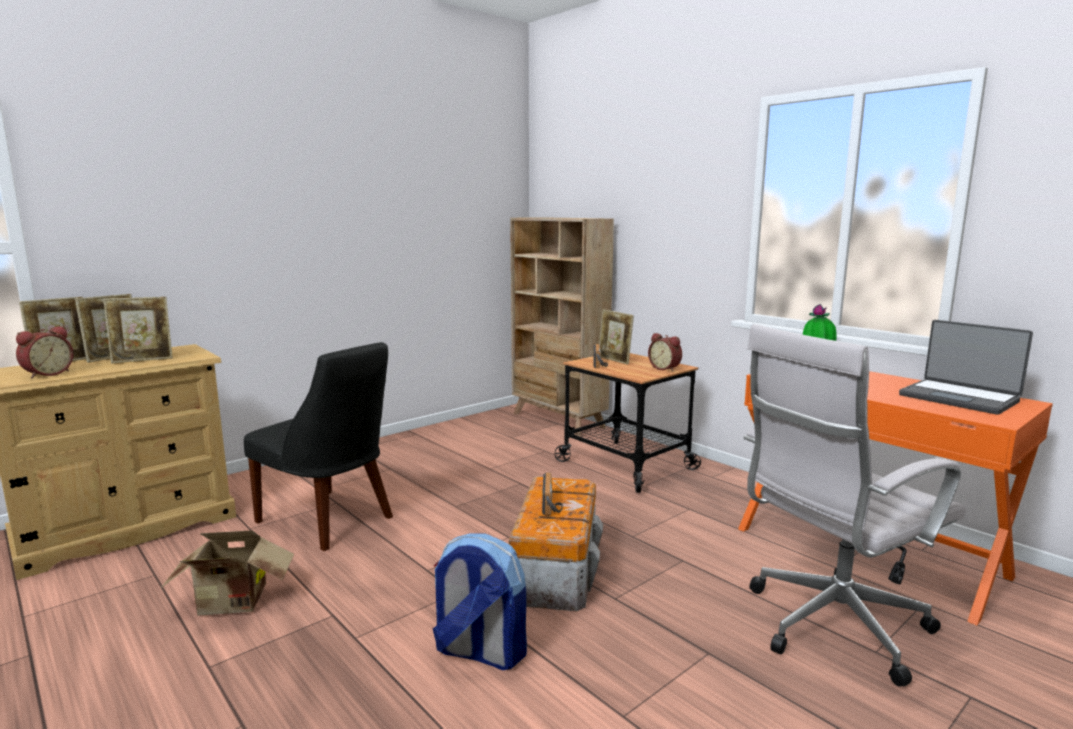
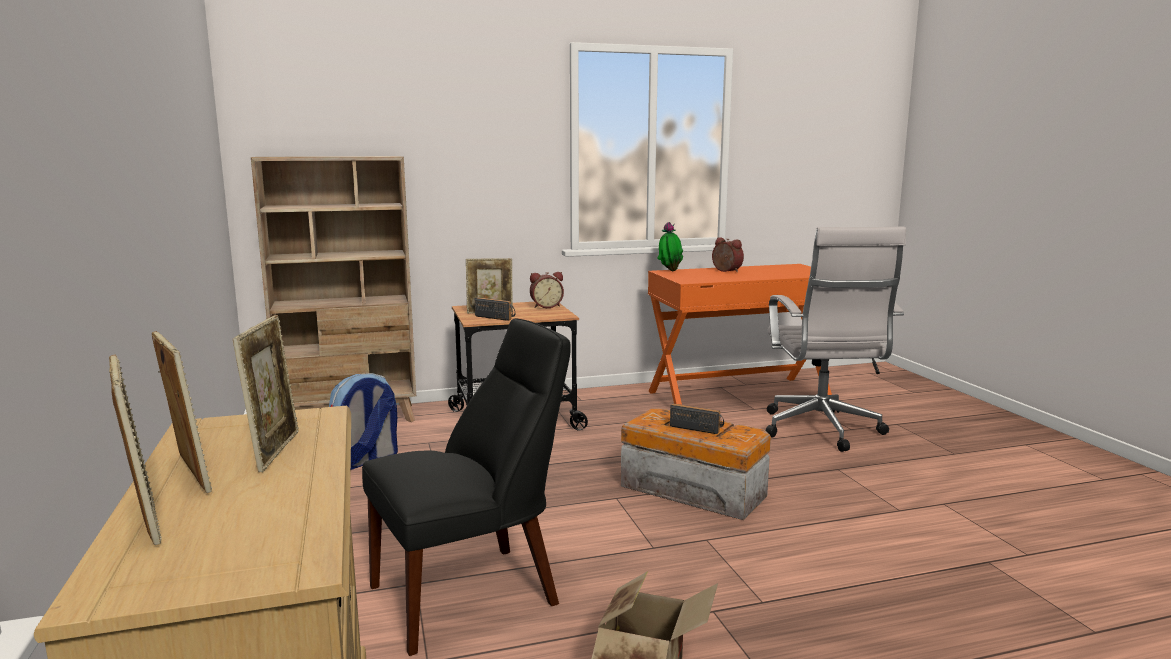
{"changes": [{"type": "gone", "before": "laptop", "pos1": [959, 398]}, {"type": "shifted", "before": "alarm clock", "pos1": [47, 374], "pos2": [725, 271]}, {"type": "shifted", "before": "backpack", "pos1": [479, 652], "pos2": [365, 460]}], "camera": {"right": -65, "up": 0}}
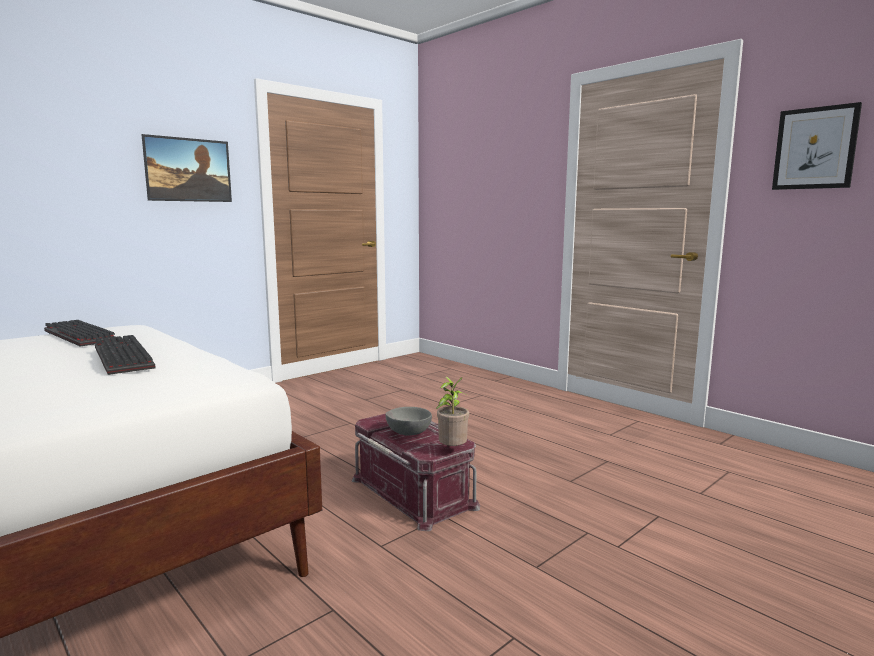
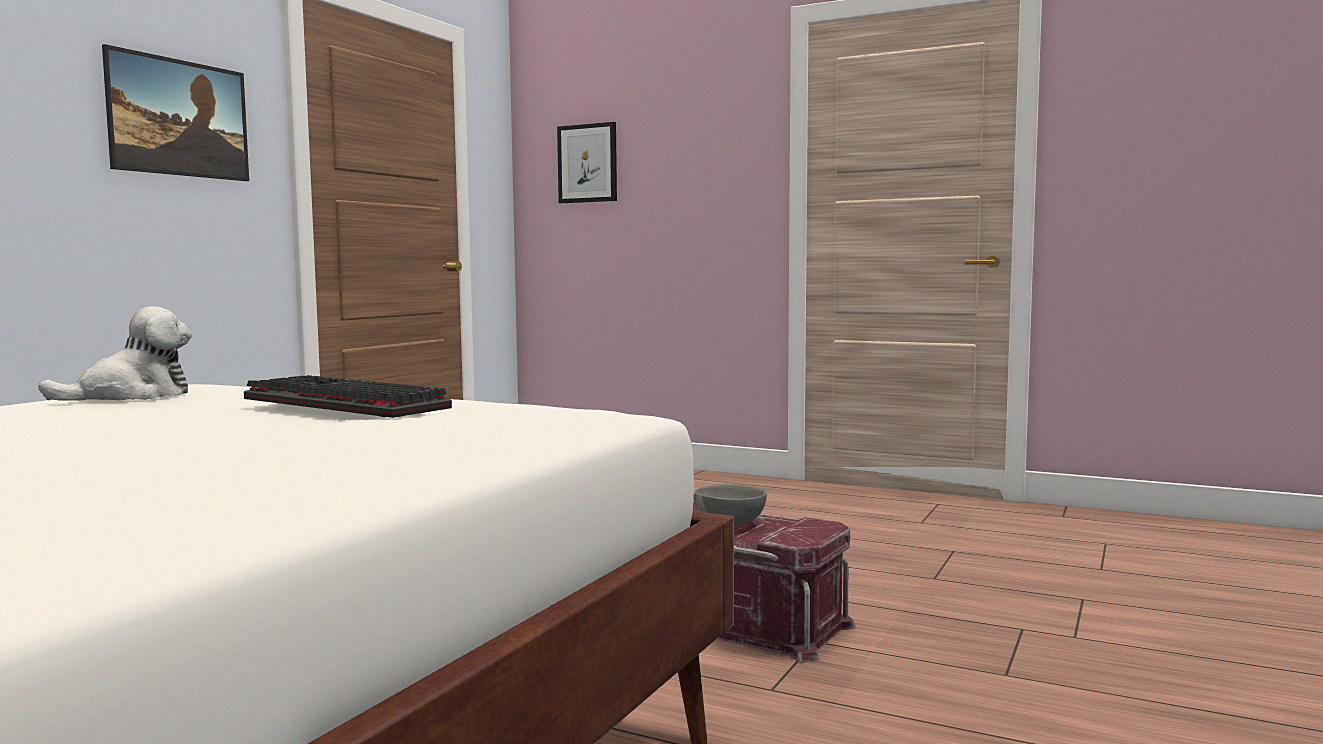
{"changes": [{"type": "shifted", "before": "picture", "pos1": [815, 148], "pos2": [587, 163]}, {"type": "swapped", "before": "keyboard", "after": "plush toy", "pos1": [76, 336], "pos2": [131, 396]}, {"type": "gone", "before": "potted plant", "pos1": [452, 450]}], "camera": {"right": -20, "up": -5}}
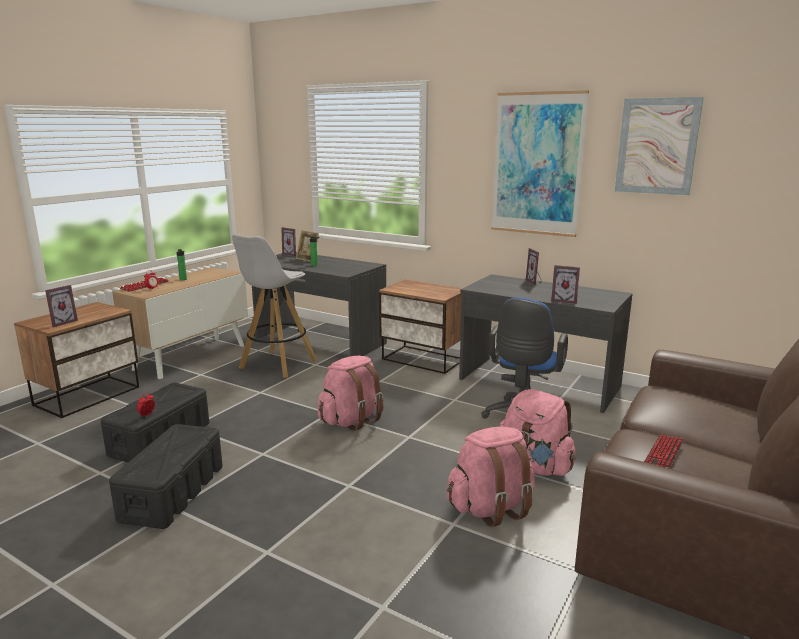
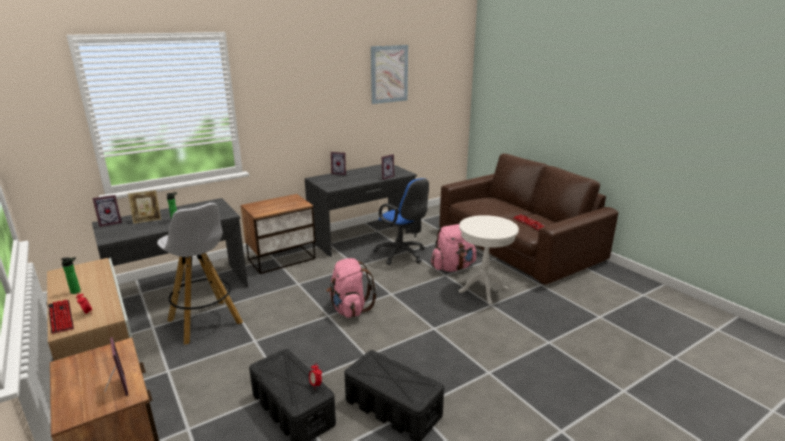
{"changes": [{"type": "gone", "before": "picture", "pos1": [537, 164]}, {"type": "swapped", "before": "pink backpack", "after": "white side table", "pos1": [491, 508], "pos2": [483, 290]}], "camera": {"right": -65, "up": 5}}
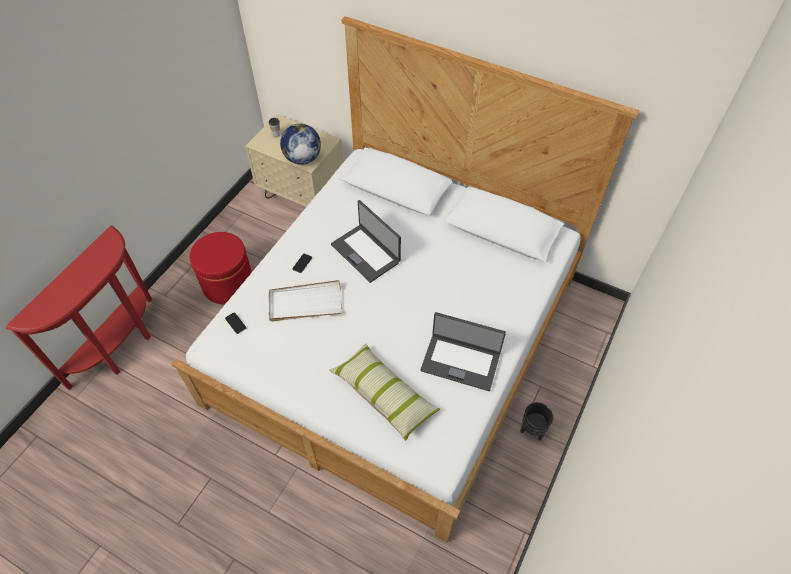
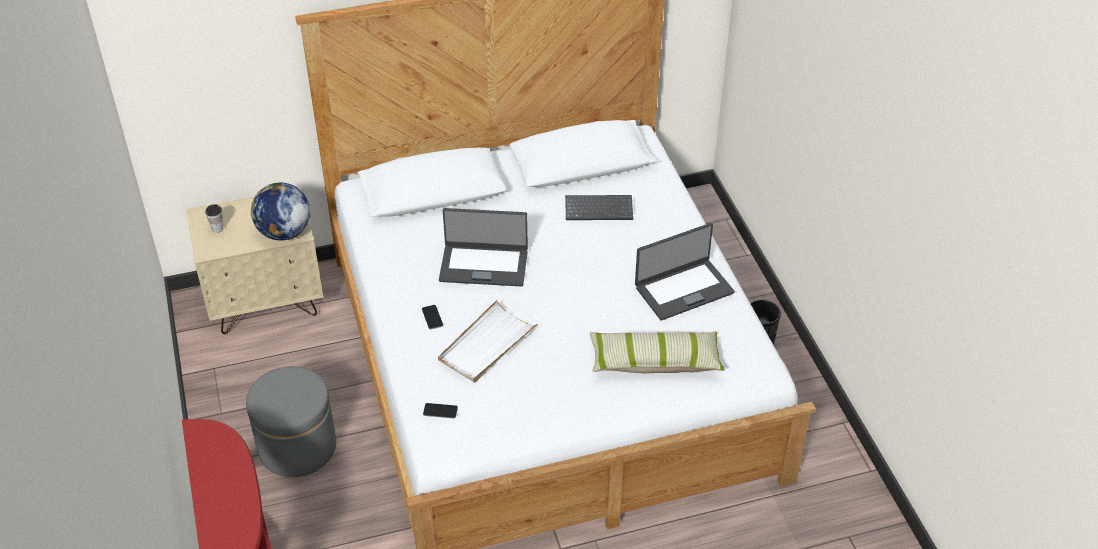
{"changes": [{"type": "repainted", "before": "red ottoman", "after": "grey ottoman", "pos1": [228, 284], "pos2": [297, 447]}, {"type": "new", "after": "keyboard", "pos2": [599, 208]}], "camera": {"right": -45, "up": -10}}
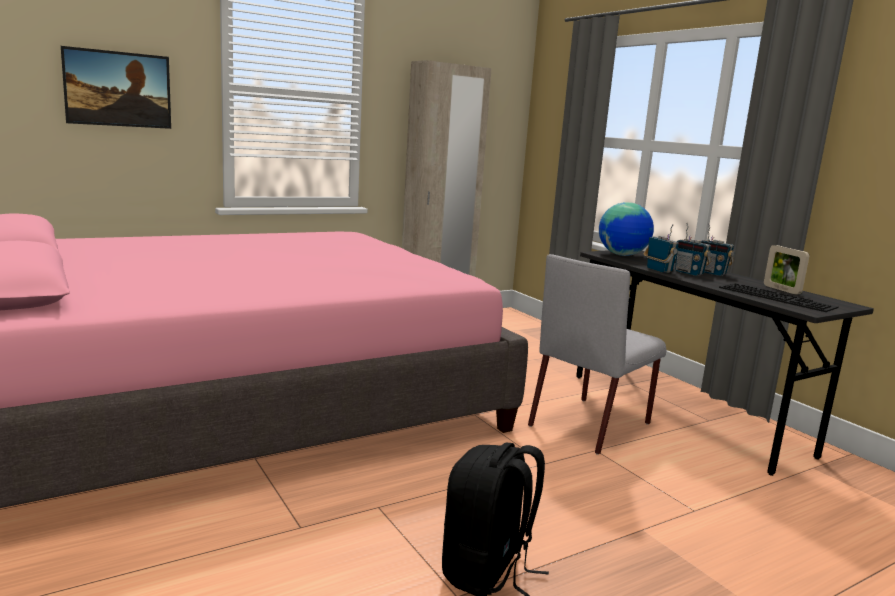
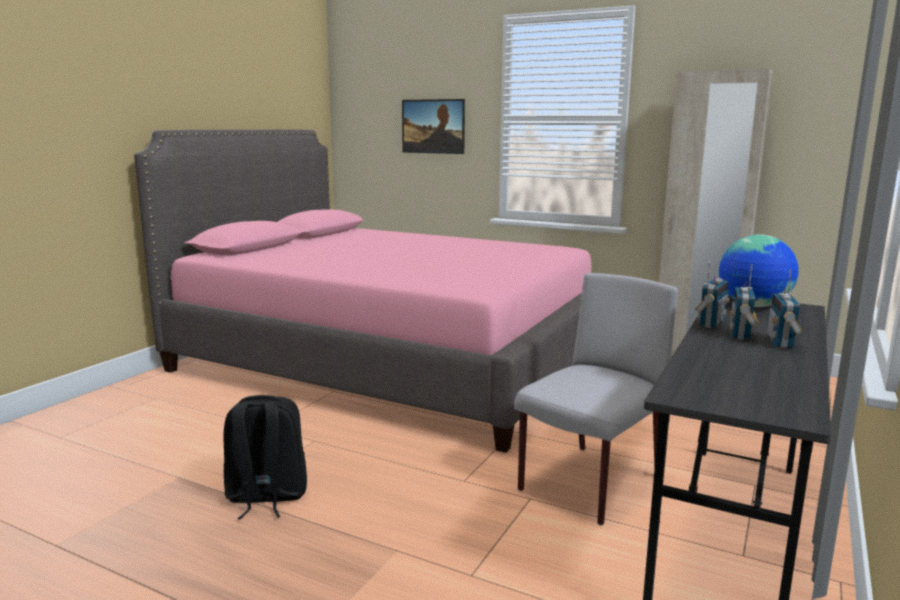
{"changes": [{"type": "gone", "before": "picture frame", "pos1": [781, 290]}, {"type": "rotated", "before": "grey chair", "pos1": [591, 424], "pos2": [589, 484], "turn": 120}, {"type": "gone", "before": "keyboard", "pos1": [778, 297]}], "camera": {"right": 60, "up": 0}}
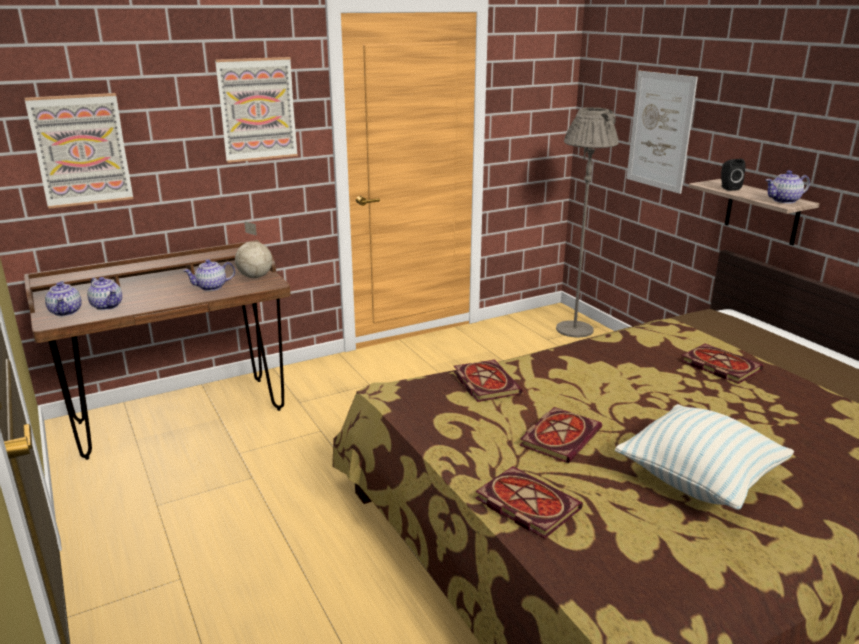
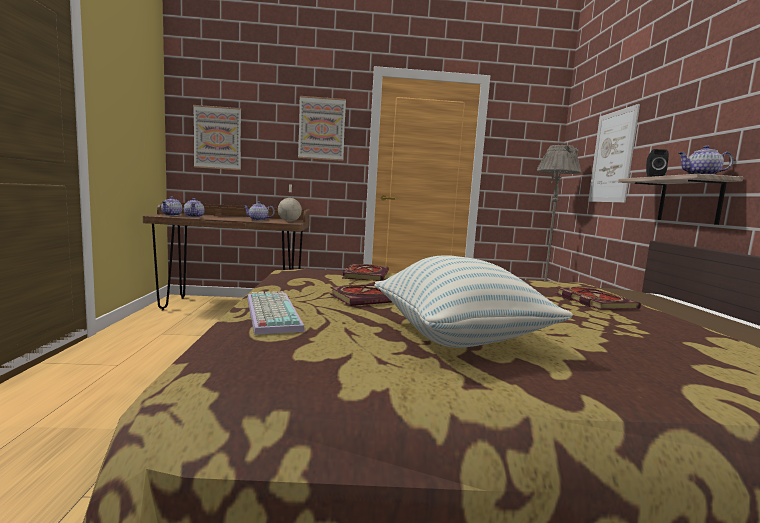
{"changes": [{"type": "swapped", "before": "book", "after": "keyboard", "pos1": [524, 504], "pos2": [270, 313]}], "camera": {"right": 25, "up": -15}}
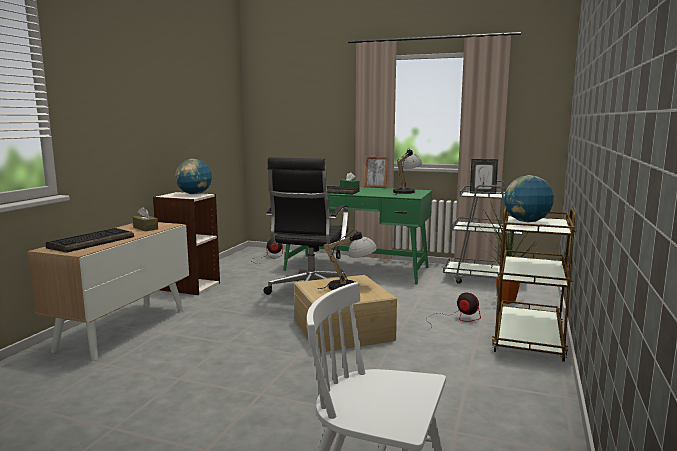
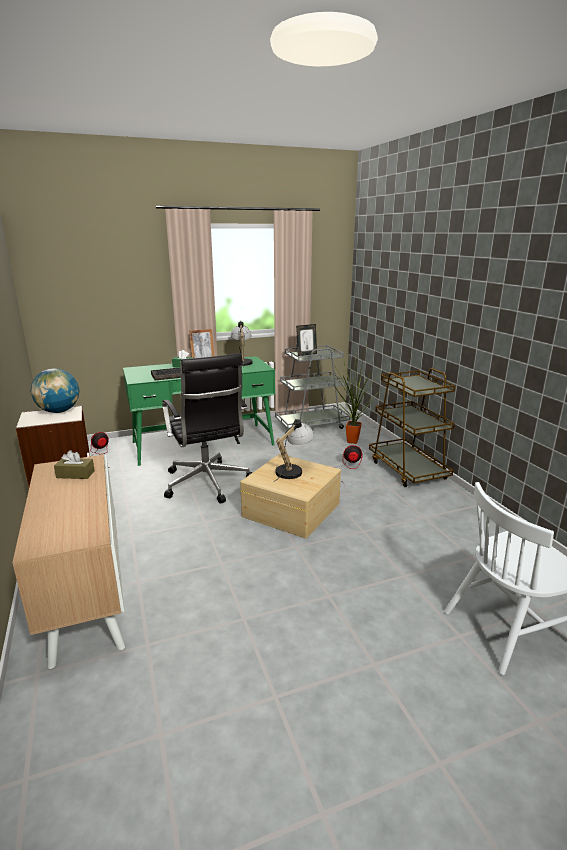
{"changes": [{"type": "gone", "before": "globe", "pos1": [526, 222]}, {"type": "gone", "before": "keyboard", "pos1": [92, 242]}], "camera": {"right": -40, "up": 10}}
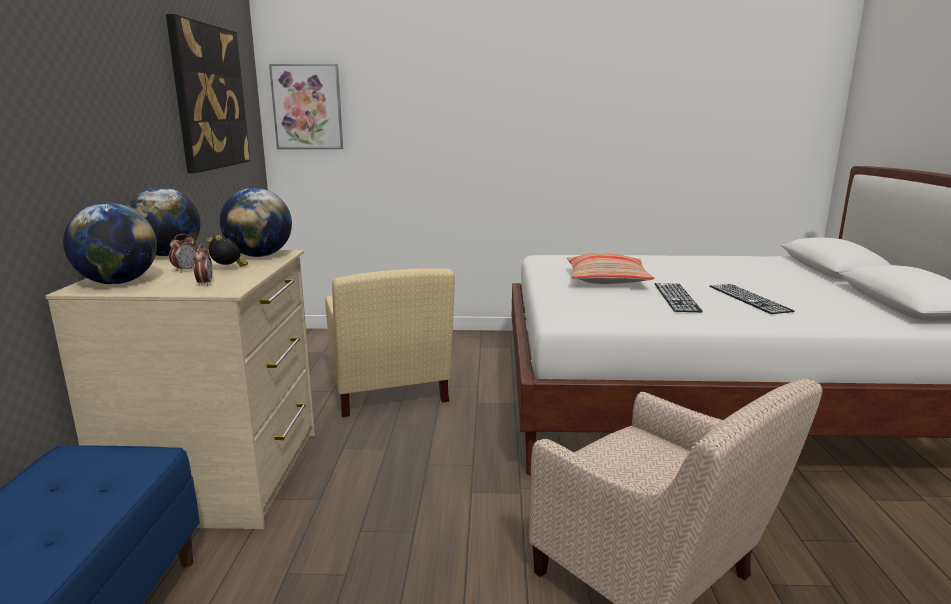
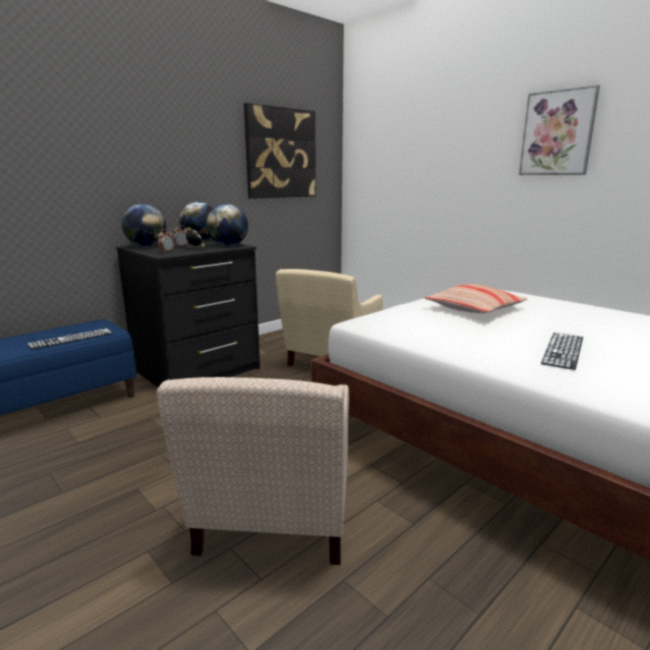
{"changes": [{"type": "shifted", "before": "picture", "pos1": [307, 107], "pos2": [557, 133]}, {"type": "repainted", "before": "beige dresser", "after": "black dresser", "pos1": [222, 475], "pos2": [197, 370]}, {"type": "shifted", "before": "keyboard", "pos1": [676, 297], "pos2": [71, 339]}], "camera": {"right": 45, "up": 0}}
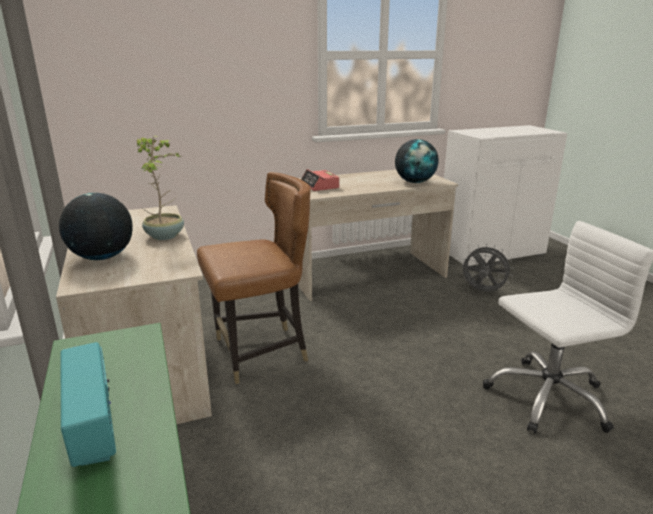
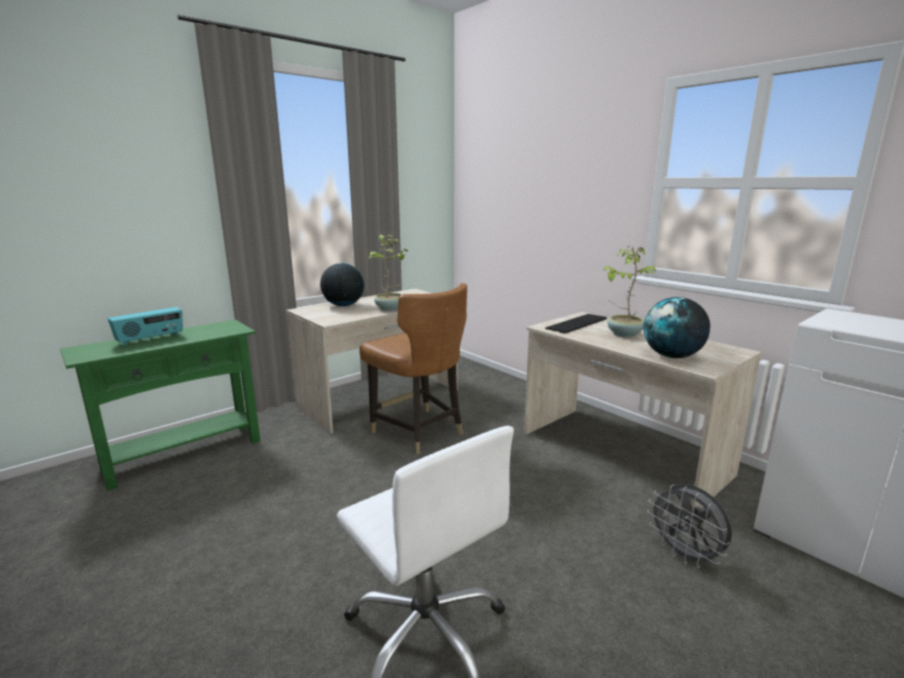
{"changes": [{"type": "swapped", "before": "alarm clock", "after": "keyboard", "pos1": [319, 186], "pos2": [577, 324]}, {"type": "rotated", "before": "grey fan", "pos1": [482, 292], "pos2": [685, 555], "turn": 135}, {"type": "new", "after": "potted plant", "pos2": [623, 334]}], "camera": {"right": 70, "up": -5}}
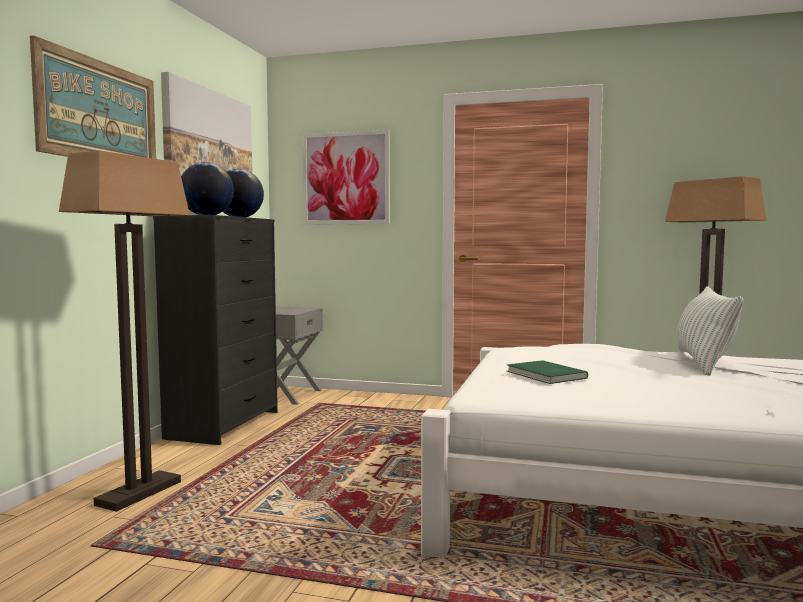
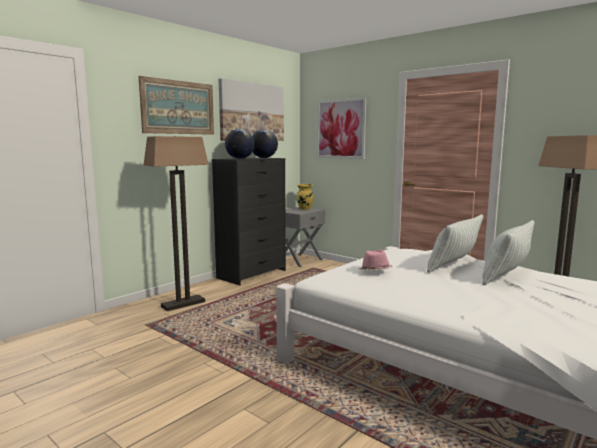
{"changes": [{"type": "swapped", "before": "green book", "after": "pink hat", "pos1": [545, 375], "pos2": [375, 271]}, {"type": "new", "after": "yellow vase", "pos2": [305, 209]}, {"type": "new", "after": "pillow", "pos2": [453, 264]}], "camera": {"right": 25, "up": 5}}
